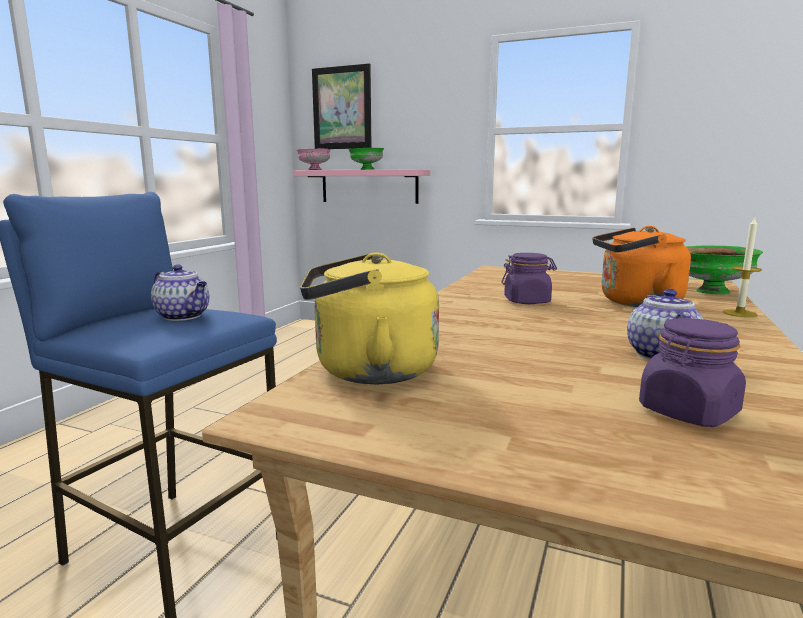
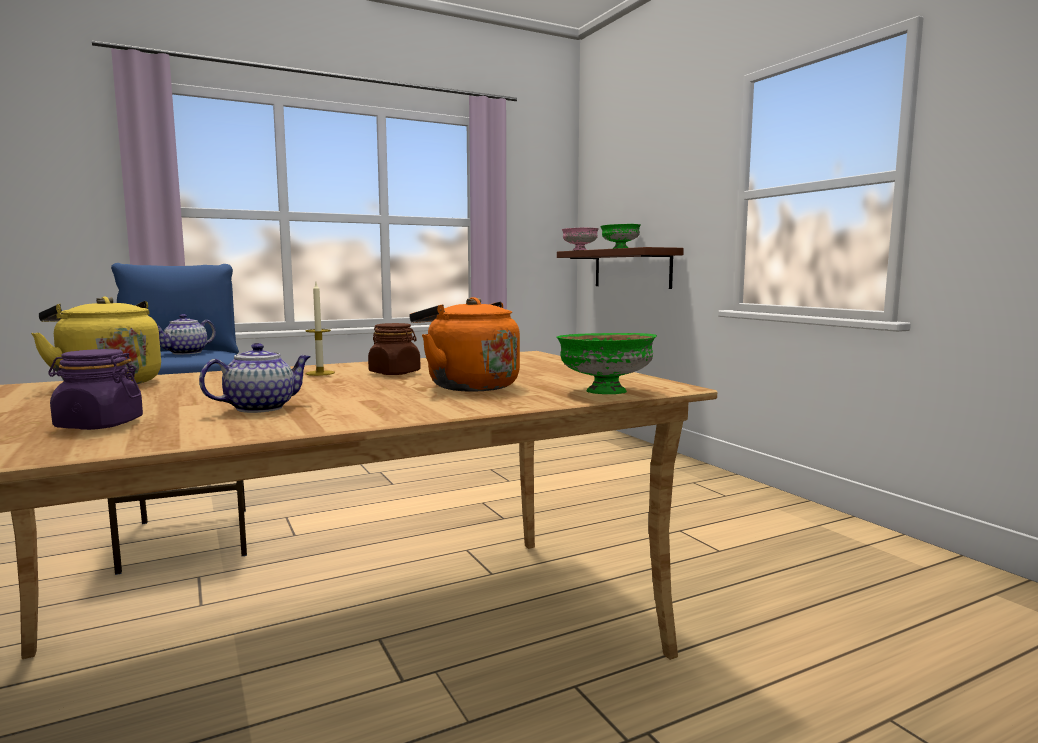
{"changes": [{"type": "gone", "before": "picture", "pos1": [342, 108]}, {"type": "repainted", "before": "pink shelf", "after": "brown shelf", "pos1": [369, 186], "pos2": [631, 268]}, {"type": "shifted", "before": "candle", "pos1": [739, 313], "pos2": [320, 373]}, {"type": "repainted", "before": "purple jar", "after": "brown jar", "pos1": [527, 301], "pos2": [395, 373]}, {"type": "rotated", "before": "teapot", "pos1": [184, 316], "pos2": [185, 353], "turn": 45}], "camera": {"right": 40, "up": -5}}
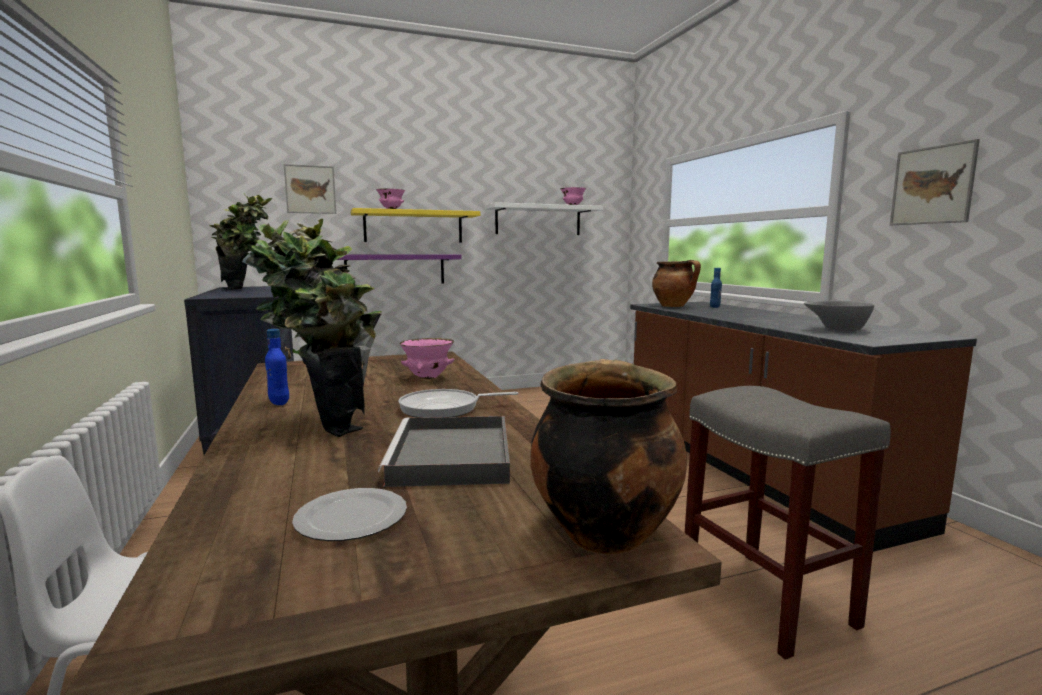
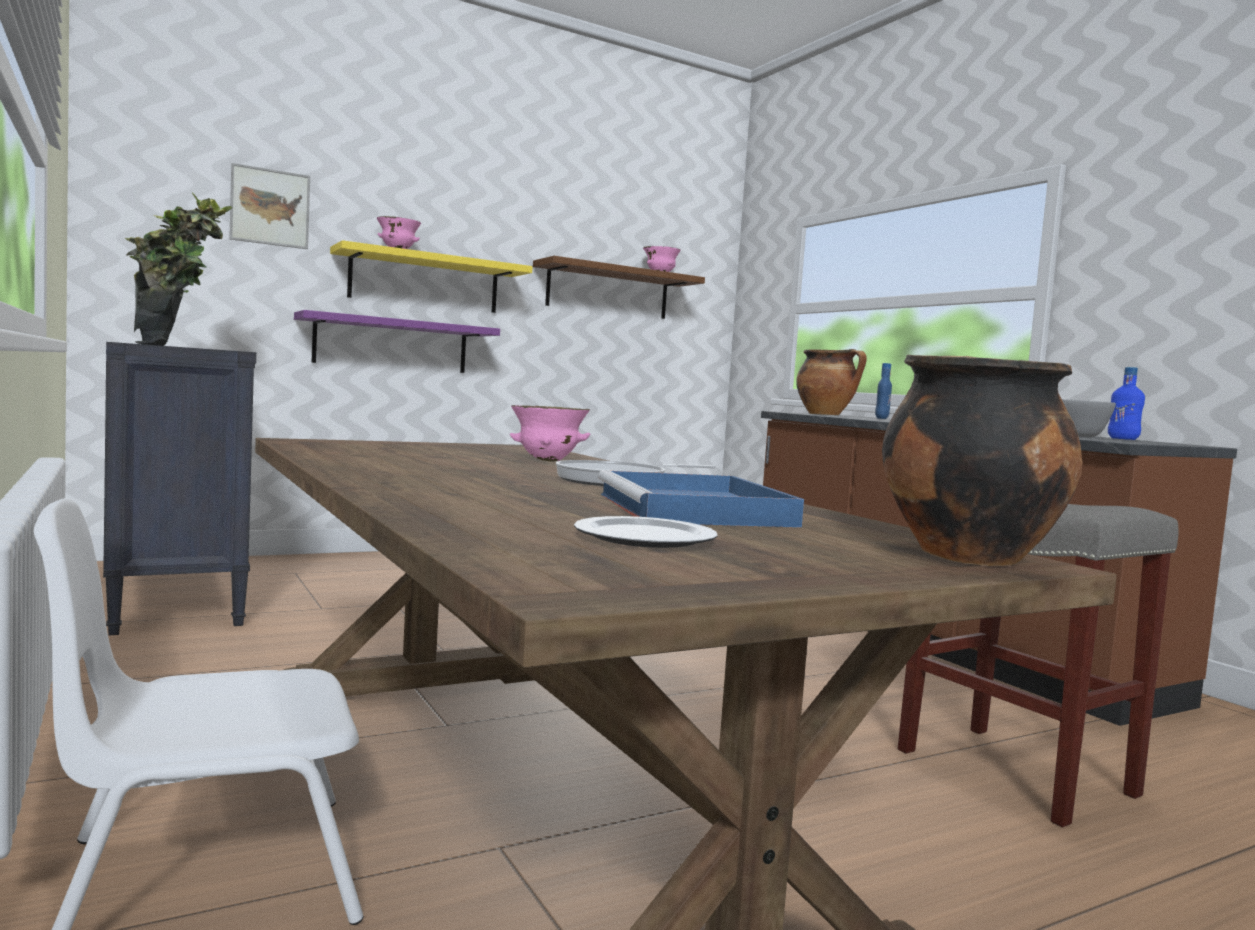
{"changes": [{"type": "gone", "before": "picture", "pos1": [932, 185]}, {"type": "repainted", "before": "white shelf", "after": "brown shelf", "pos1": [538, 220], "pos2": [608, 291]}, {"type": "gone", "before": "potted plant", "pos1": [325, 424]}, {"type": "shifted", "before": "blue bottle", "pos1": [279, 402], "pos2": [1123, 439]}, {"type": "repainted", "before": "grey tray", "after": "blue tray", "pos1": [452, 457], "pos2": [695, 510]}], "camera": {"right": -10, "up": -5}}
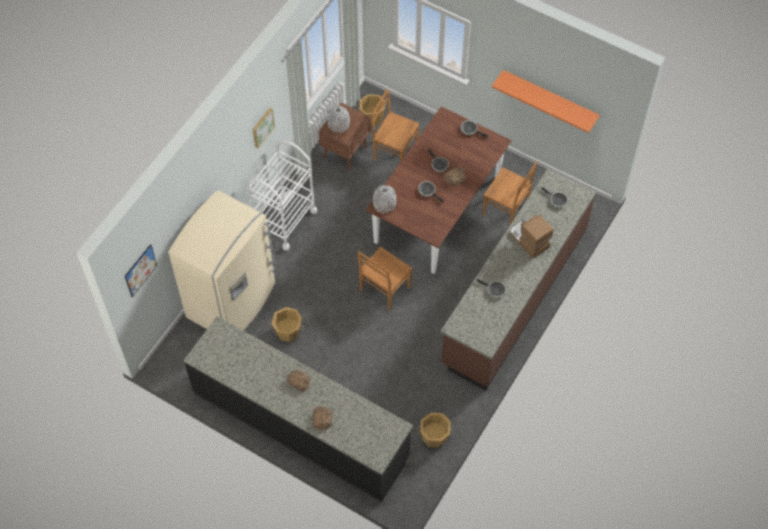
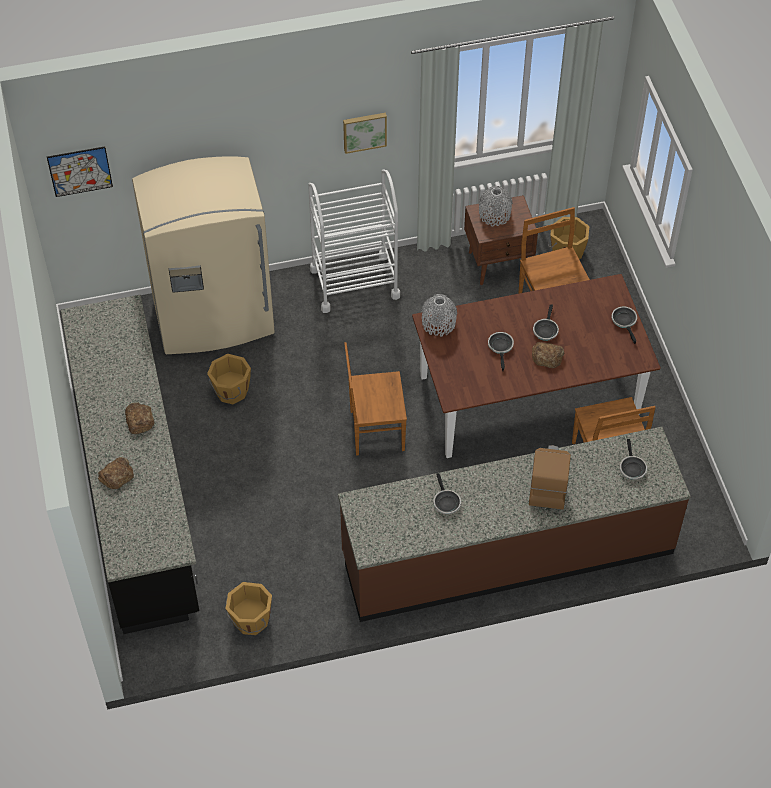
{"changes": [{"type": "gone", "before": "orange shelf", "pos1": [549, 98]}], "camera": {"right": 45, "up": -5}}
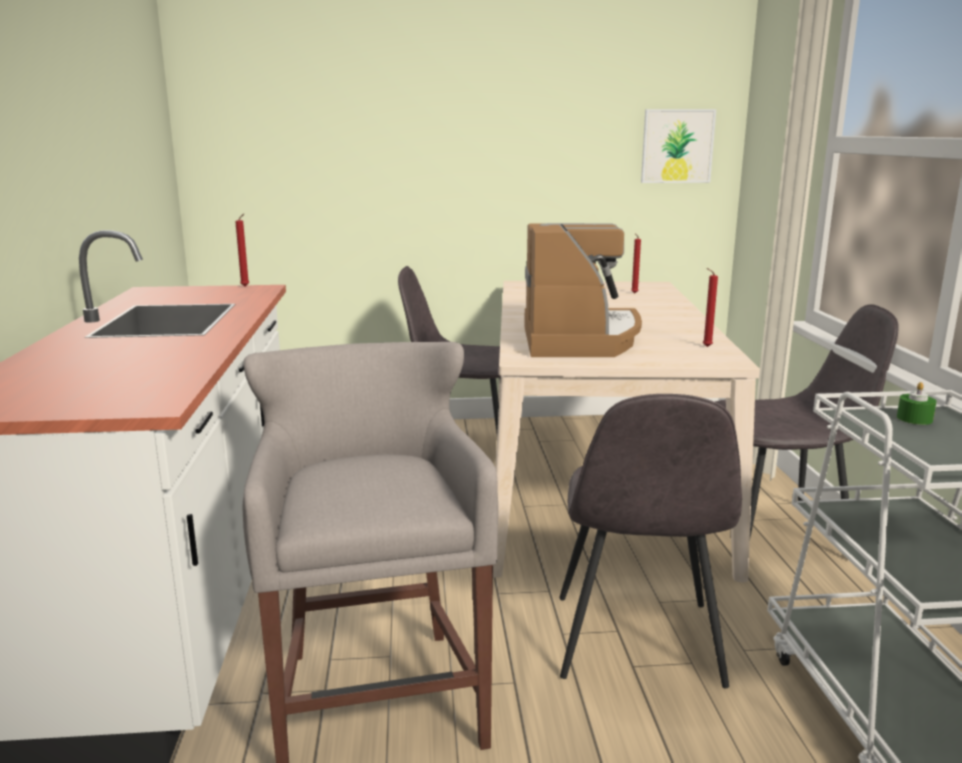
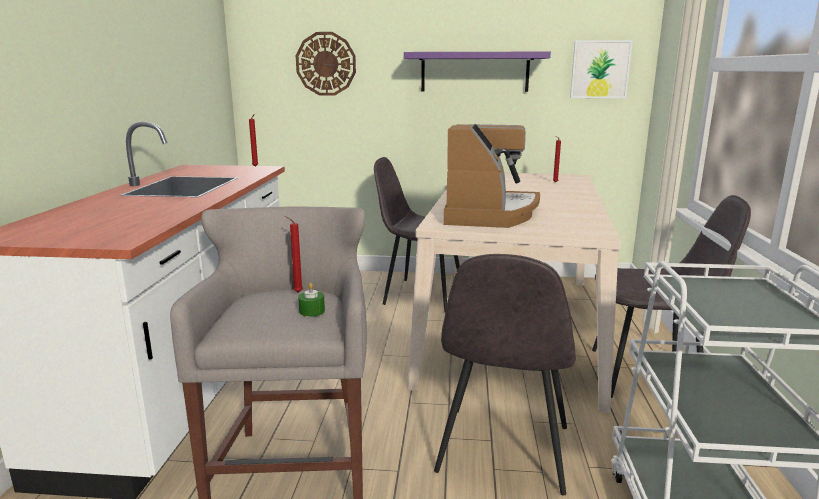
{"changes": [{"type": "shifted", "before": "red candle", "pos1": [705, 347], "pos2": [296, 292]}, {"type": "shifted", "before": "green candle", "pos1": [914, 419], "pos2": [312, 311]}, {"type": "new", "after": "wall clock", "pos2": [326, 64]}, {"type": "new", "after": "purple shelf", "pos2": [474, 72]}], "camera": {"right": 10, "up": 0}}
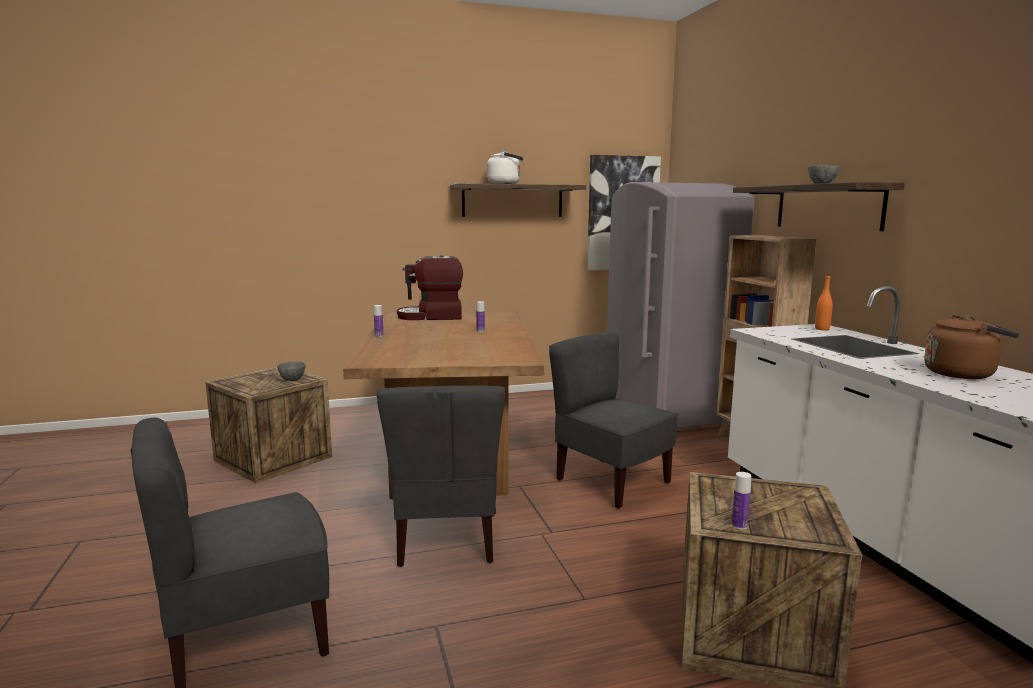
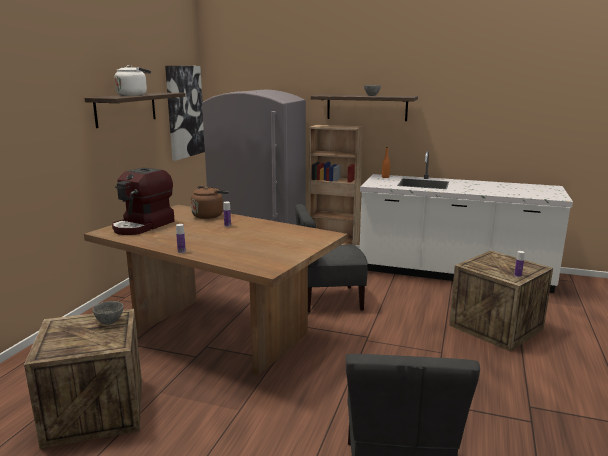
{"changes": [{"type": "shifted", "before": "brown kettle", "pos1": [962, 374], "pos2": [209, 215]}, {"type": "gone", "before": "grey chair", "pos1": [447, 538]}], "camera": {"right": -55, "up": 5}}
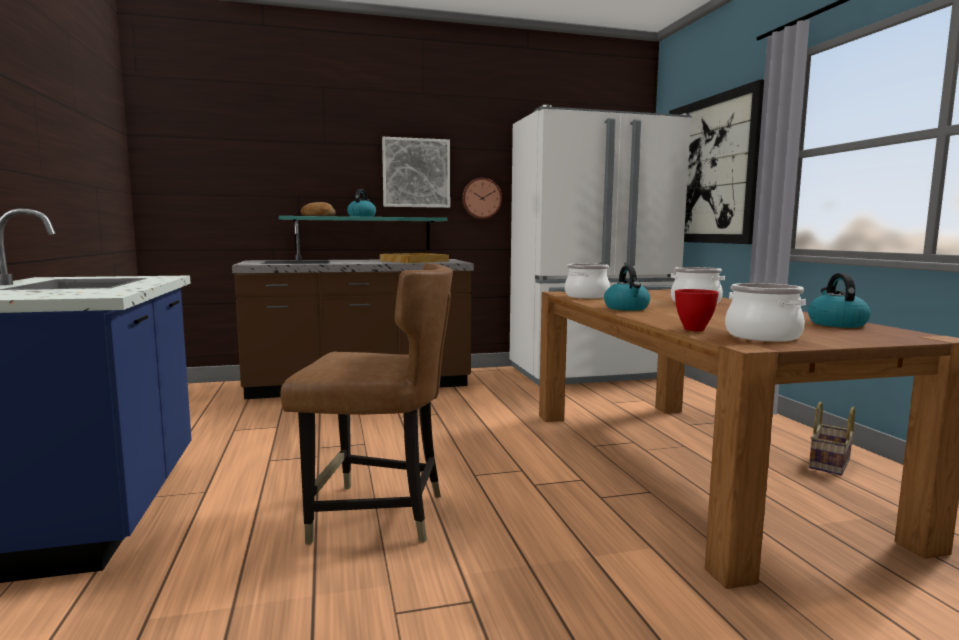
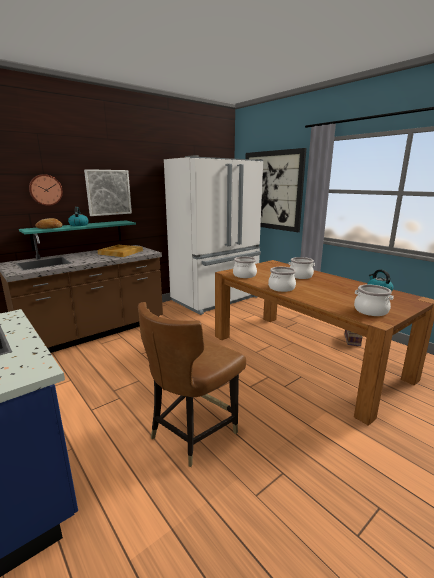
{"changes": [{"type": "shifted", "before": "wall clock", "pos1": [481, 198], "pos2": [45, 190]}, {"type": "rotated", "before": "brown chair", "pos1": [378, 515], "pos2": [192, 432], "turn": 150}, {"type": "swapped", "before": "kettle", "after": "cooking pot", "pos1": [627, 308], "pos2": [281, 288]}, {"type": "gone", "before": "red bowl", "pos1": [693, 329]}], "camera": {"right": -25, "up": 10}}
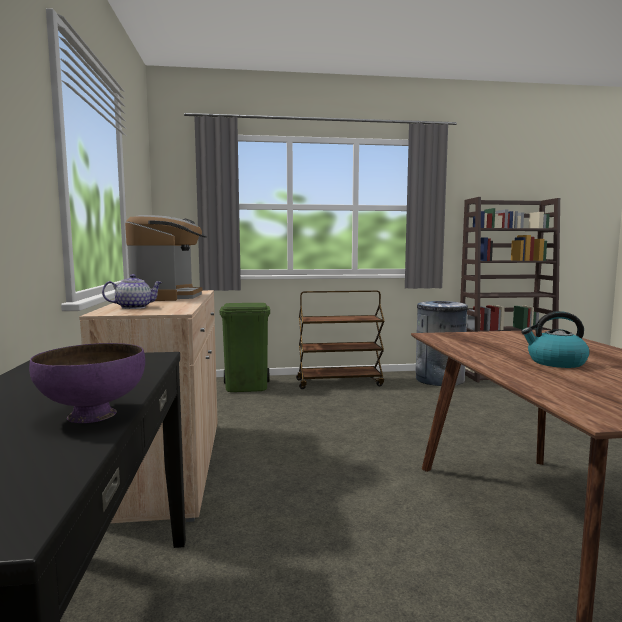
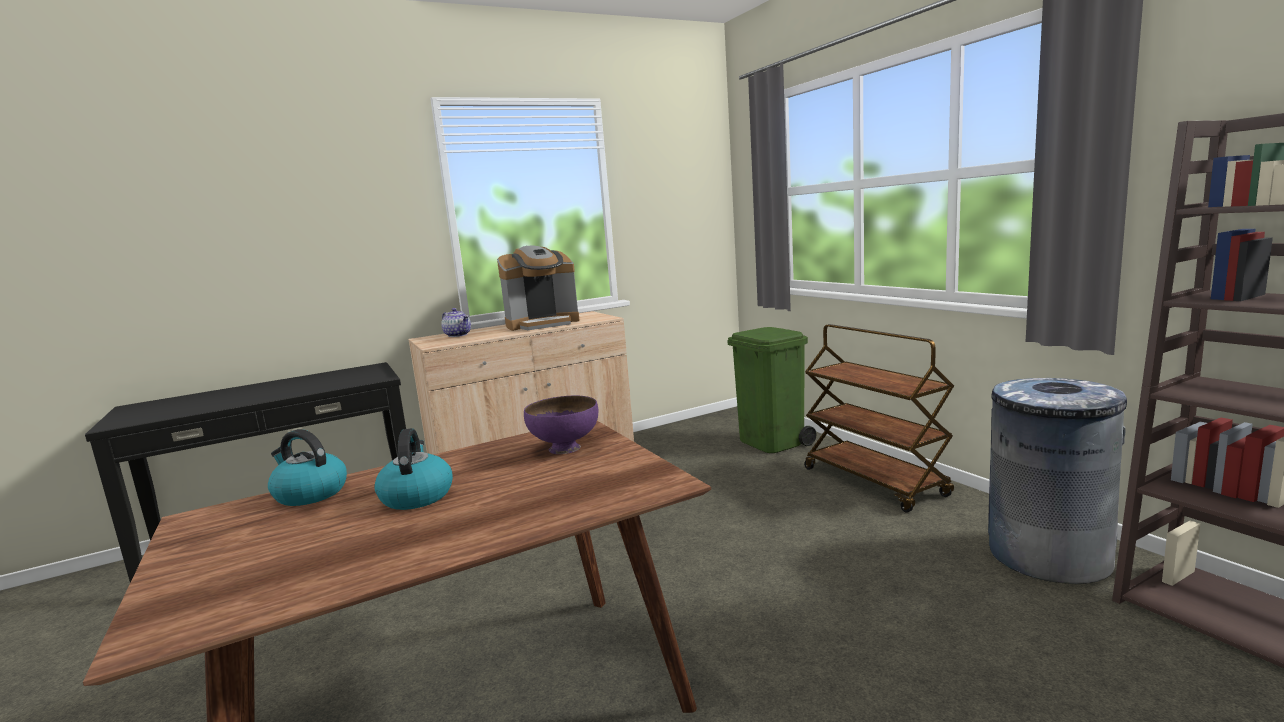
{"changes": [{"type": "shifted", "before": "purple bowl", "pos1": [94, 415], "pos2": [565, 449]}, {"type": "new", "after": "kettle", "pos2": [309, 494]}], "camera": {"right": 70, "up": 5}}
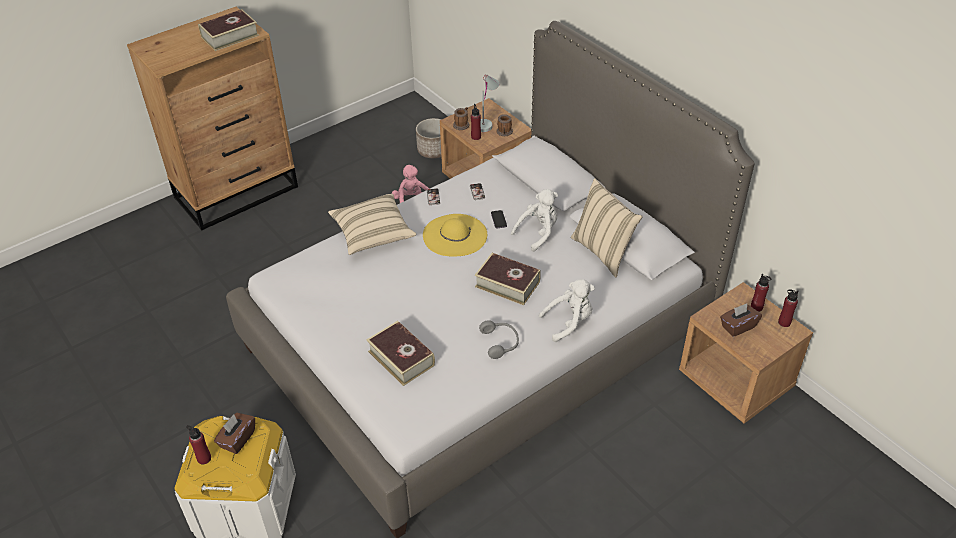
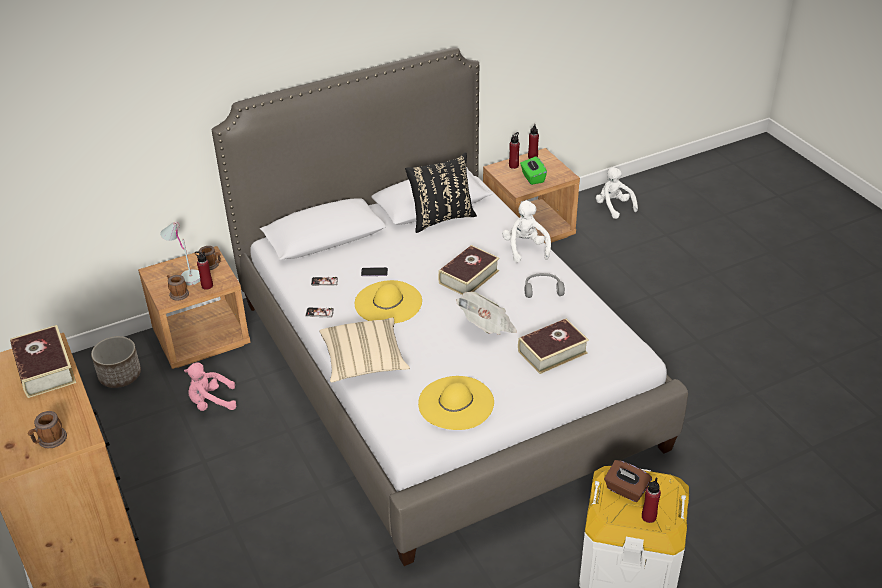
{"changes": [{"type": "repainted", "before": "beige pillow", "after": "black pillow", "pos1": [603, 251], "pos2": [441, 218]}, {"type": "shifted", "before": "white plush toy", "pos1": [538, 233], "pos2": [613, 207]}, {"type": "repainted", "before": "brown tissue box", "after": "green tissue box", "pos1": [738, 326], "pos2": [532, 178]}, {"type": "new", "after": "newspaper", "pos2": [487, 326]}, {"type": "new", "after": "yellow hat", "pos2": [456, 403]}, {"type": "new", "after": "mug", "pos2": [49, 440]}], "camera": {"right": -80, "up": -5}}
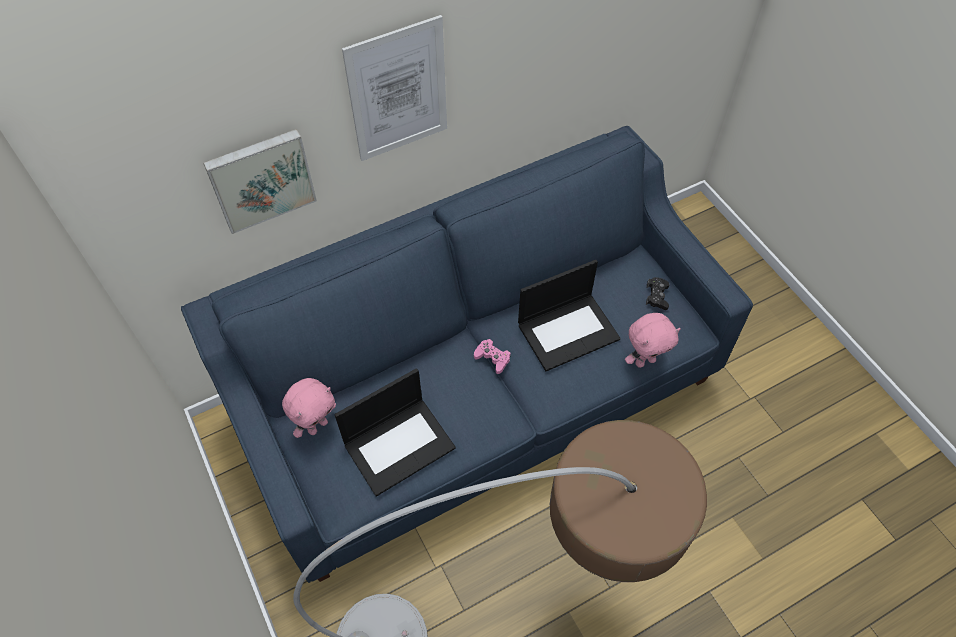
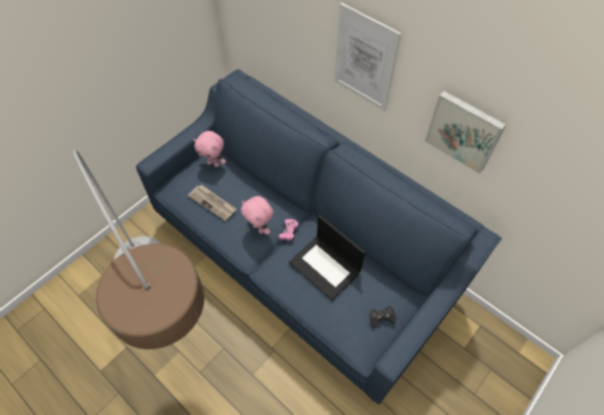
{"changes": [{"type": "shifted", "before": "picture", "pos1": [261, 179], "pos2": [464, 131]}, {"type": "shifted", "before": "pink plush toy", "pos1": [644, 361], "pos2": [259, 228]}, {"type": "swapped", "before": "laptop", "after": "newspaper", "pos1": [399, 444], "pos2": [213, 203]}], "camera": {"right": 70, "up": 0}}
